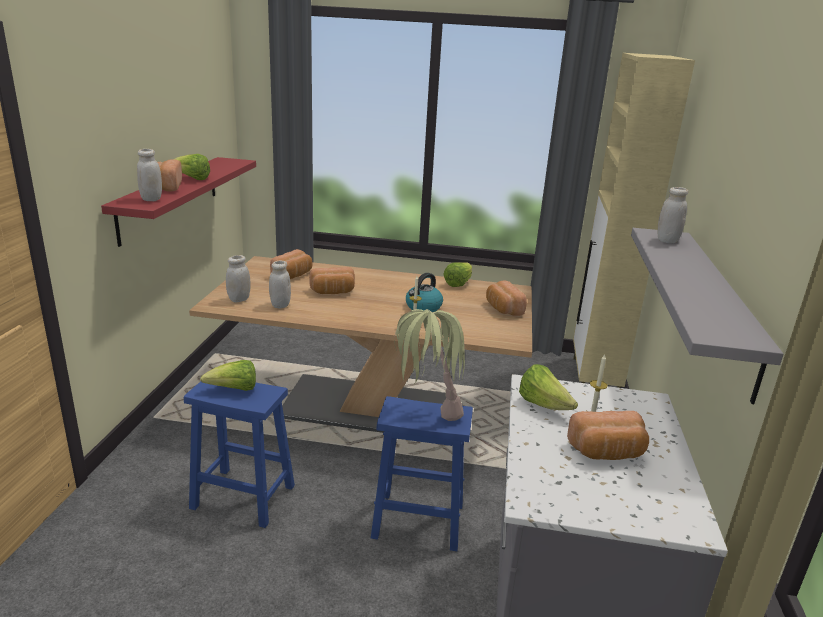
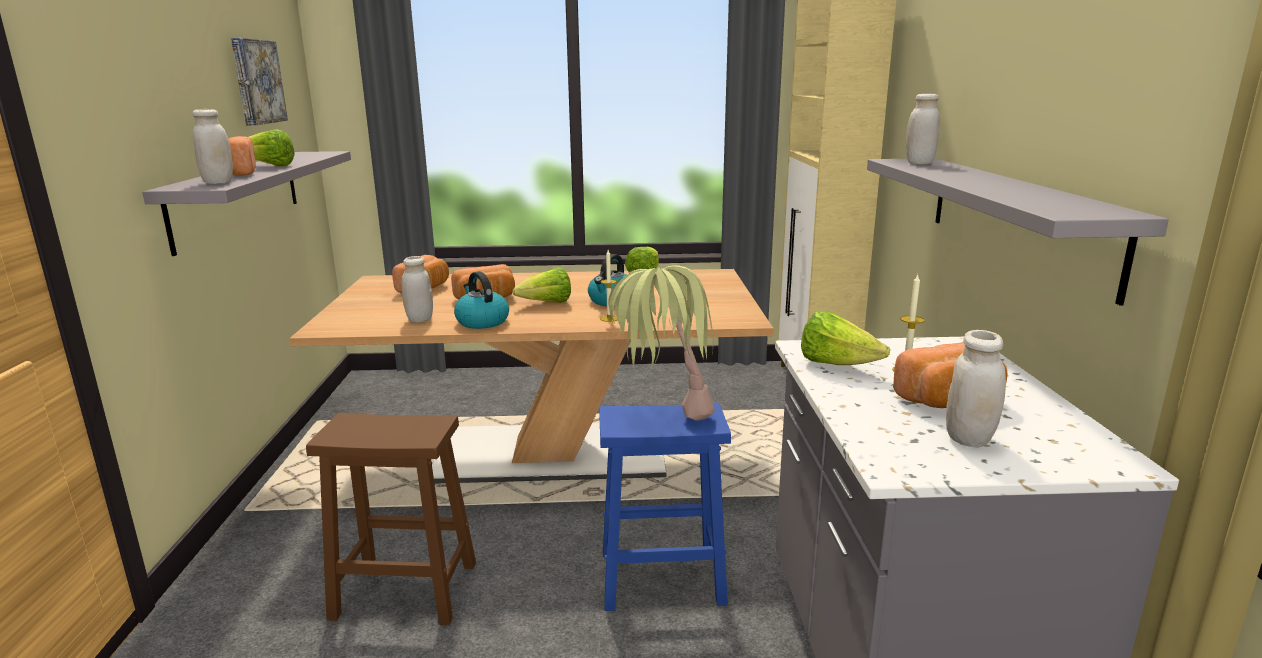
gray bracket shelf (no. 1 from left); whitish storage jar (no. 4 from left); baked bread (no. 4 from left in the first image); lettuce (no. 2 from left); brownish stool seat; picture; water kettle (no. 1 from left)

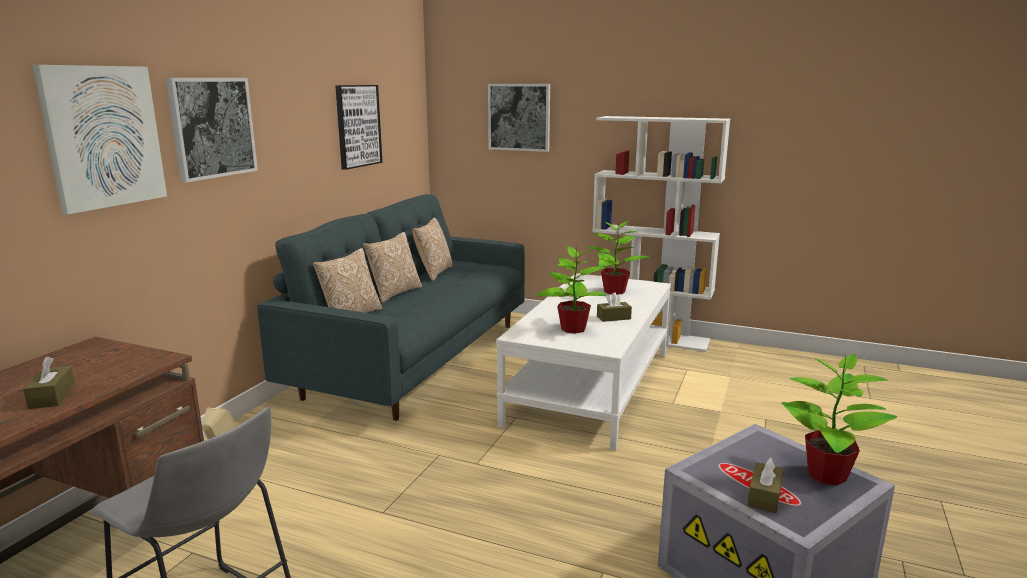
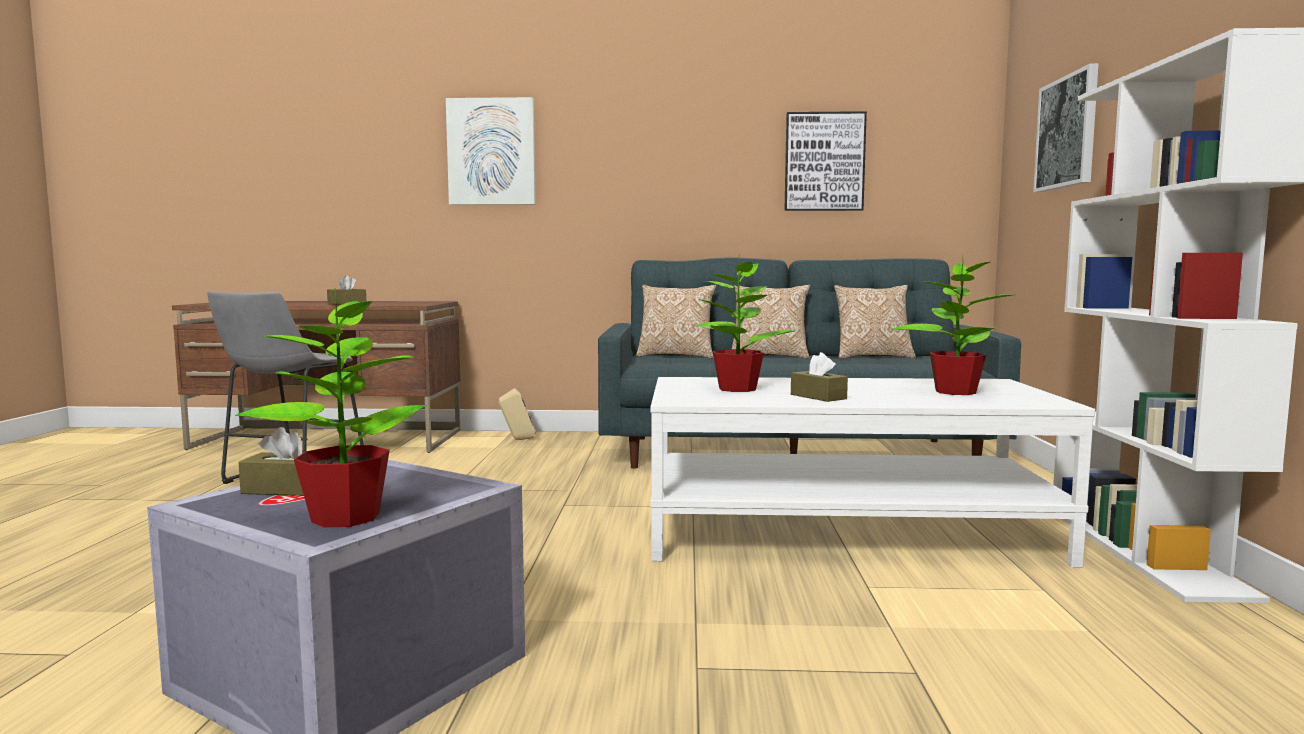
picture (no. 2 from left in the first image)

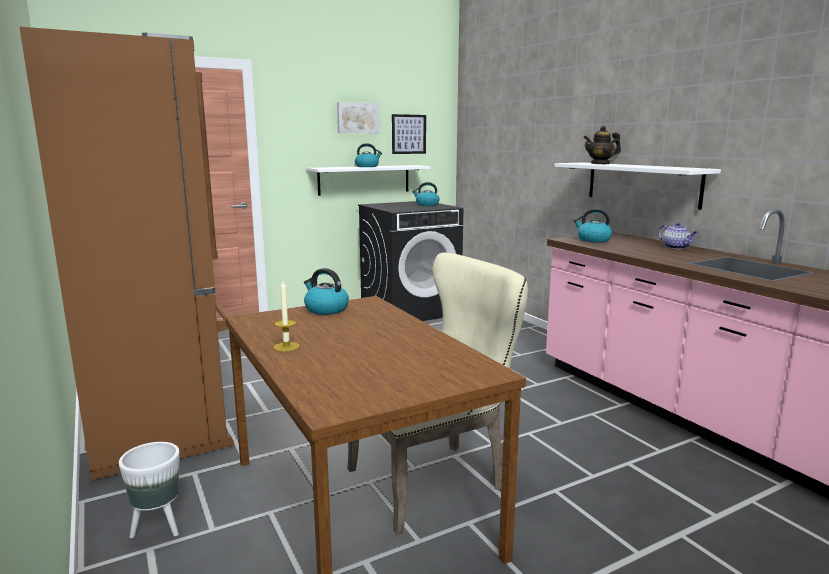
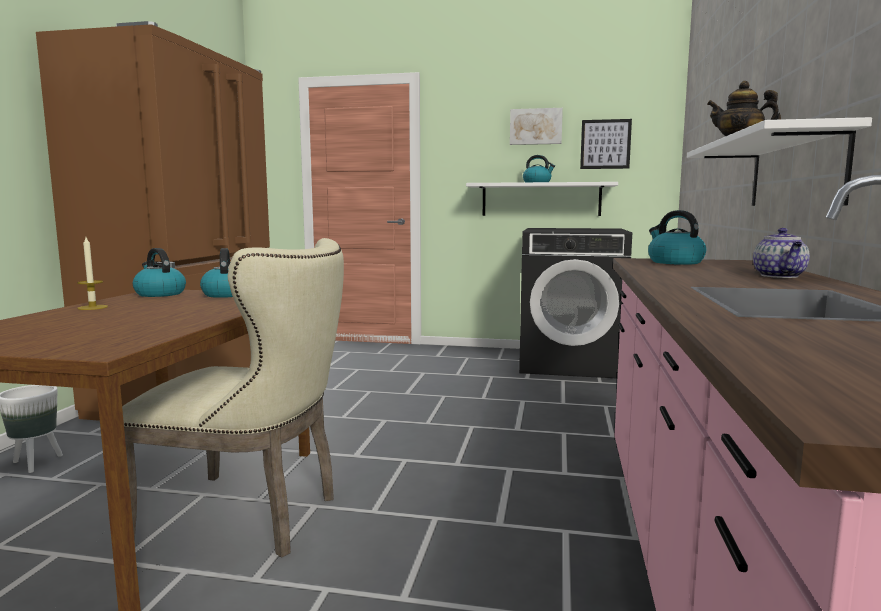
water kettle (no. 1 from left)

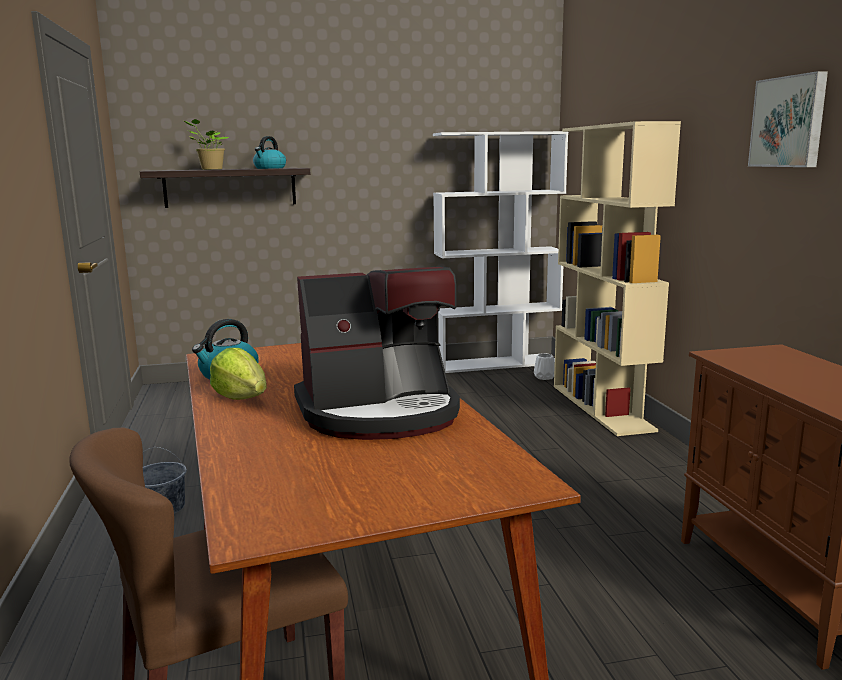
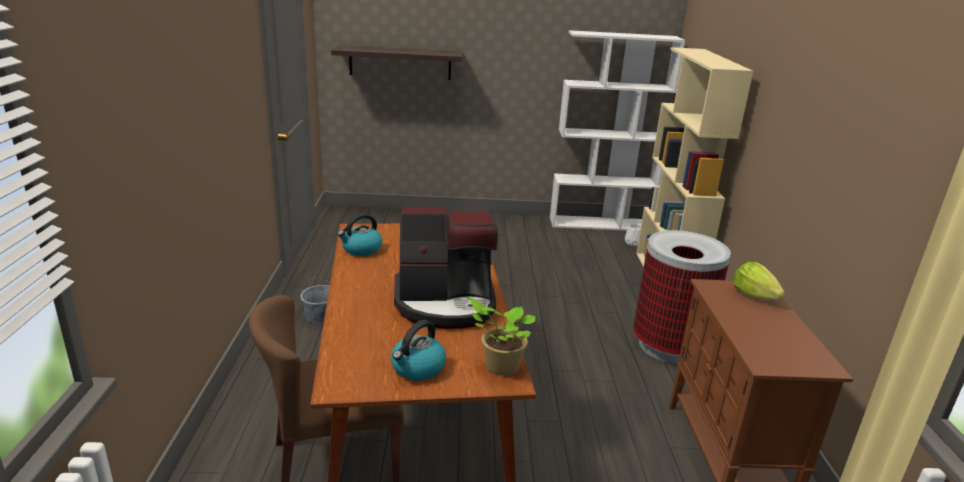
picture; plant in a pot; water kettle (no. 2 from left); lettuce; waste bin

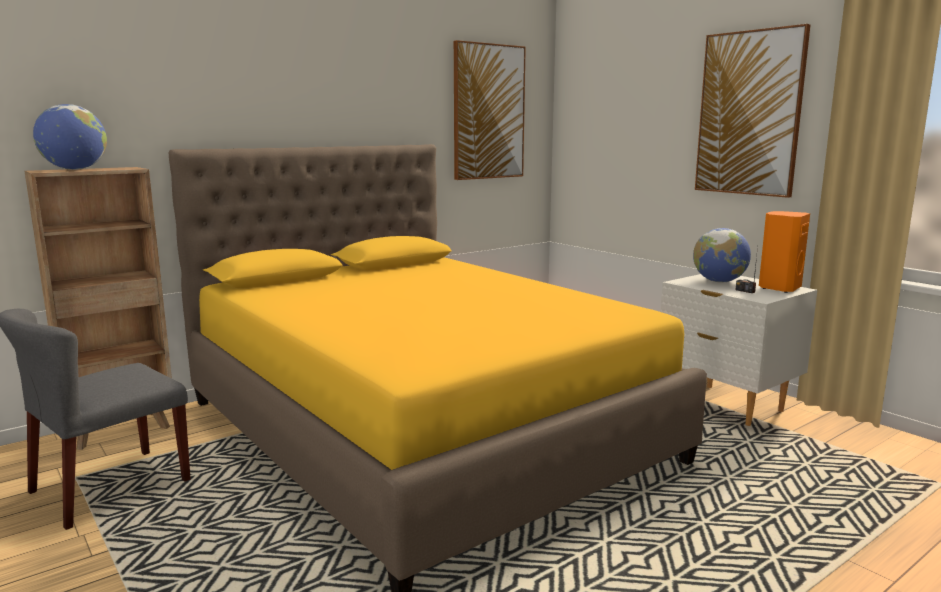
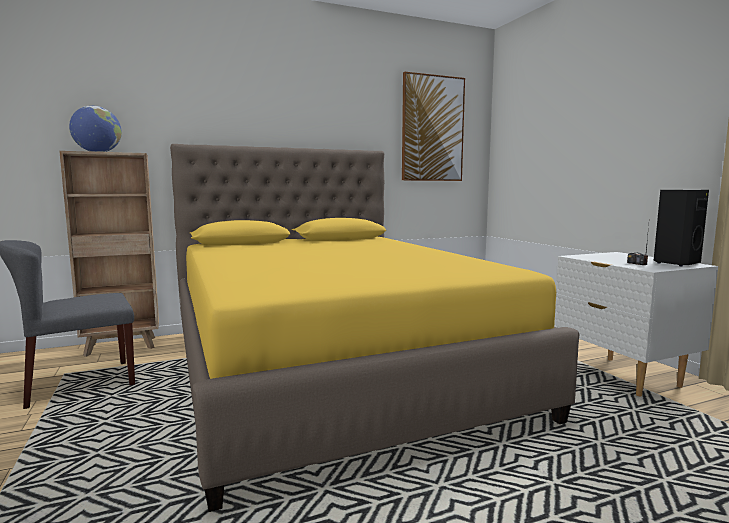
picture (no. 2 from left in the first image); black speaker; desk globe (no. 2 from left in the first image)

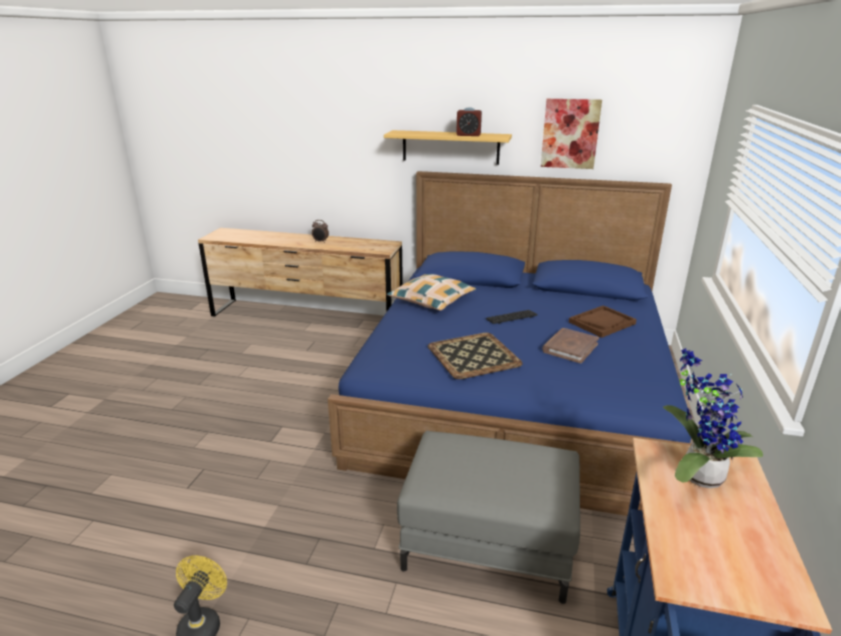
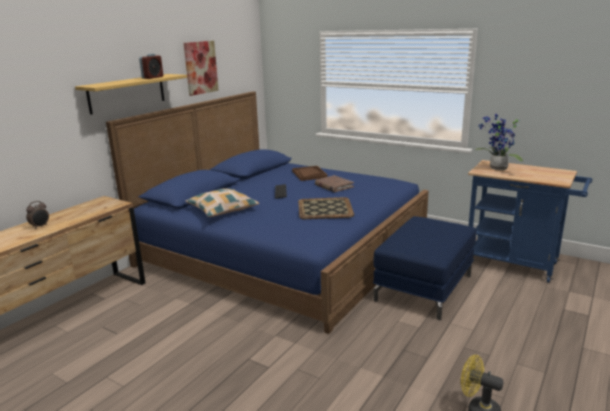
blue footrest

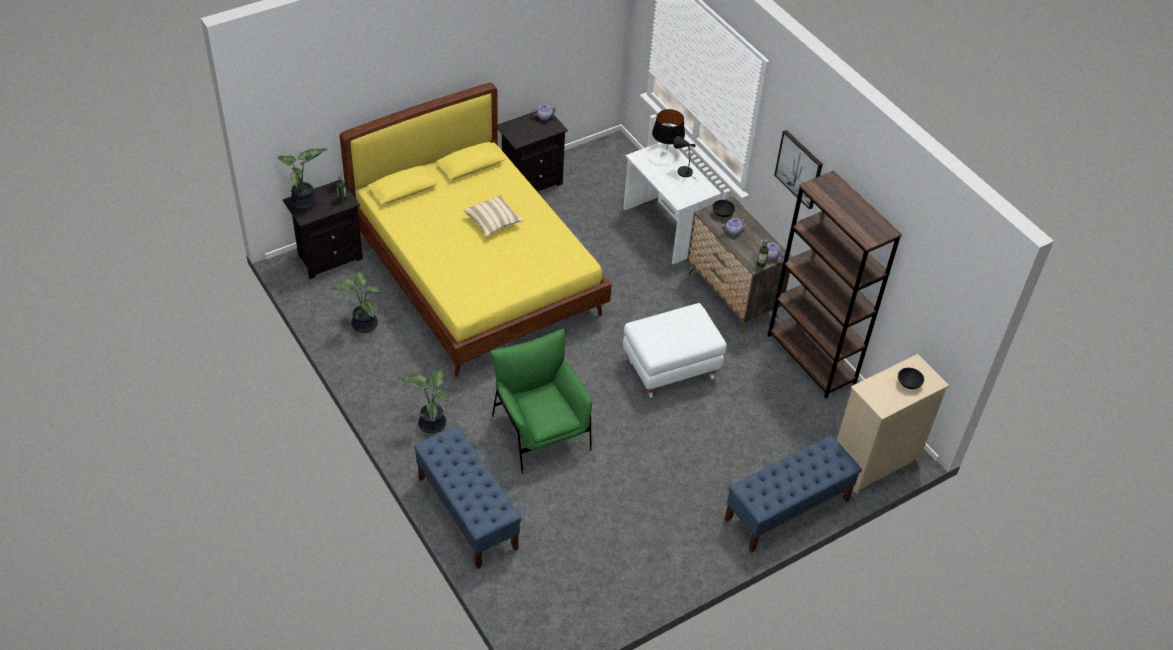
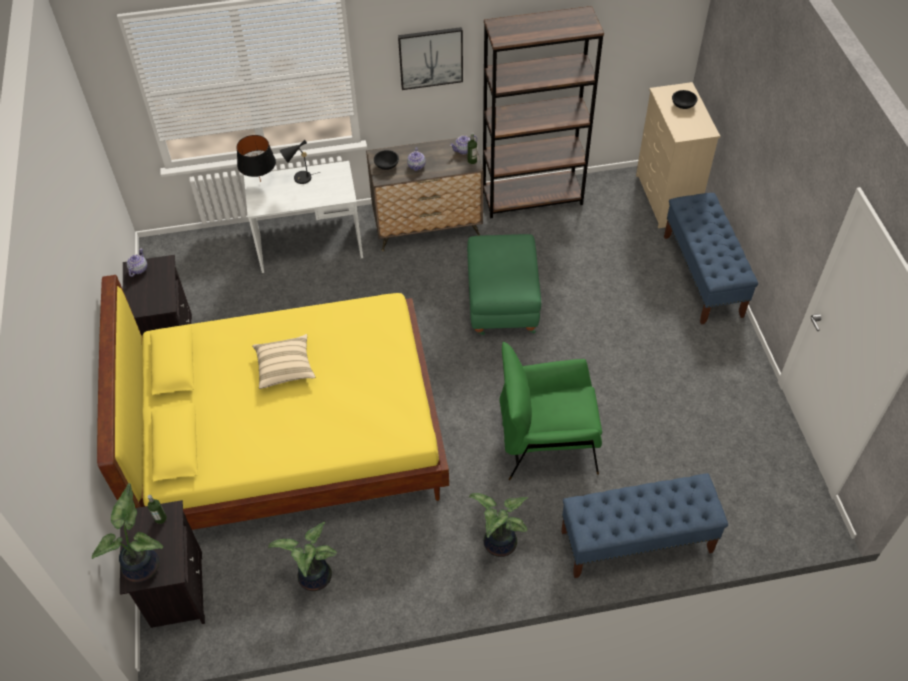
green footrest

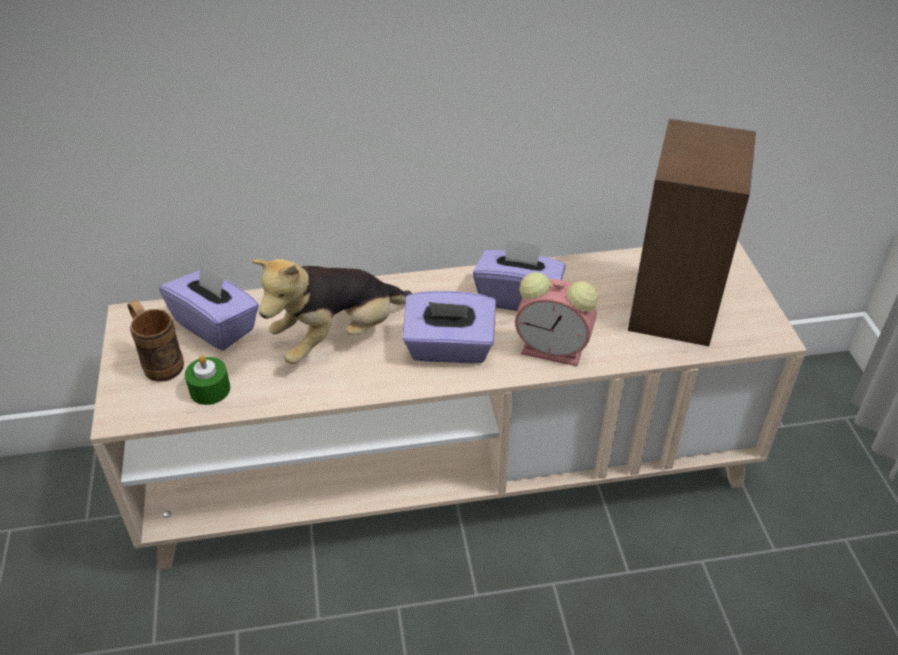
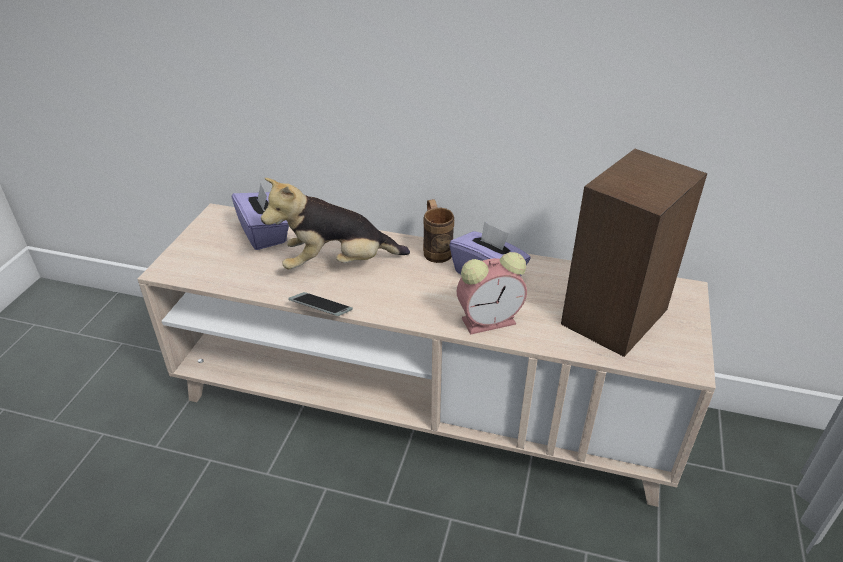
table clock; purple-coloured tissue holder (no. 2 from left in the first image); brownish mug; green wax candle; phone

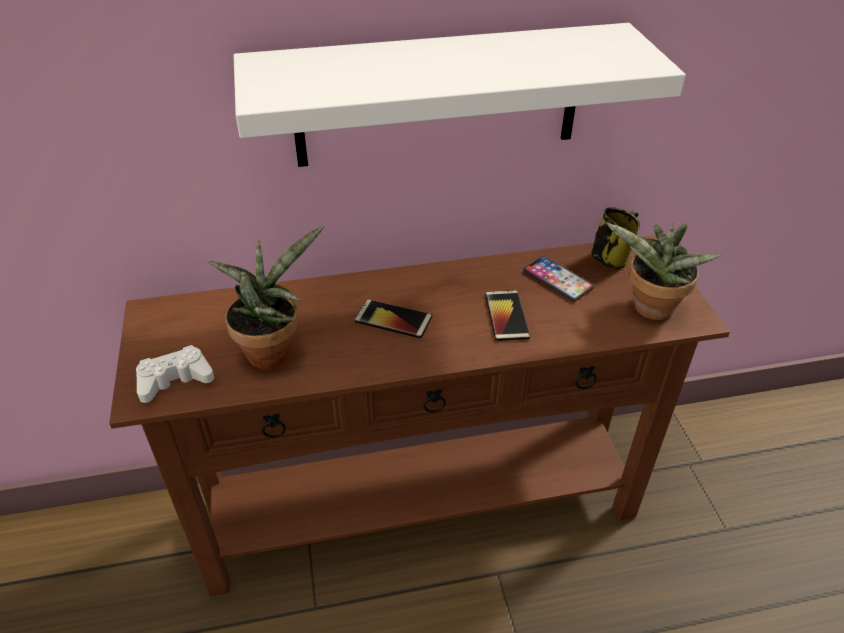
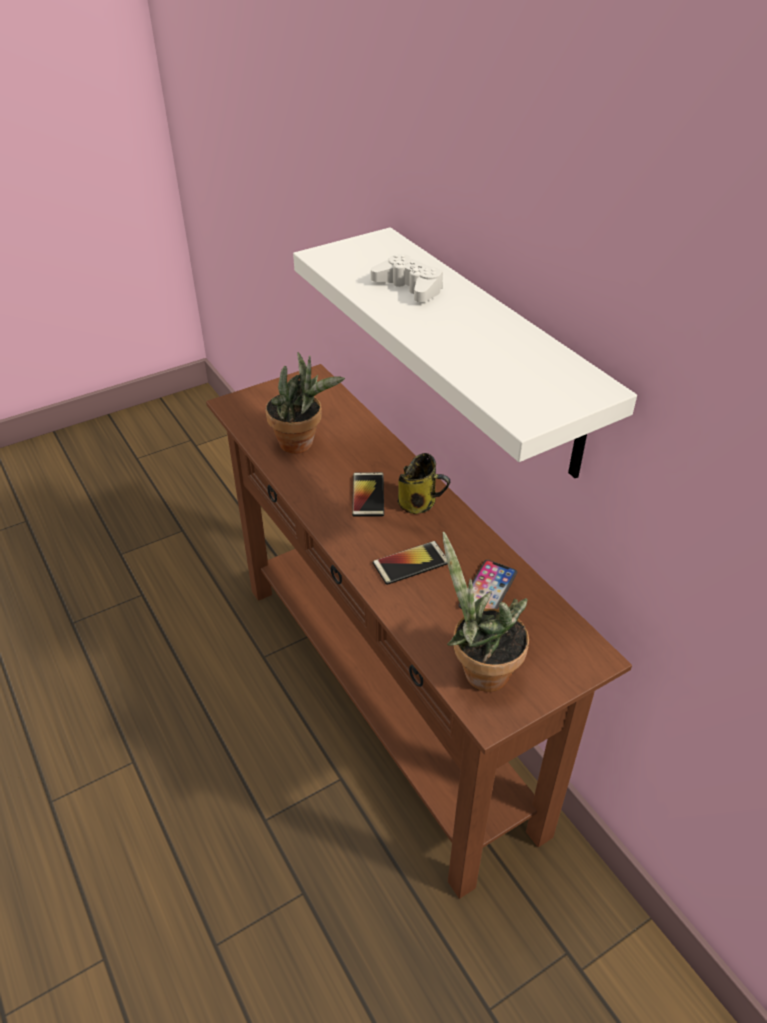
mug; whitish game controller

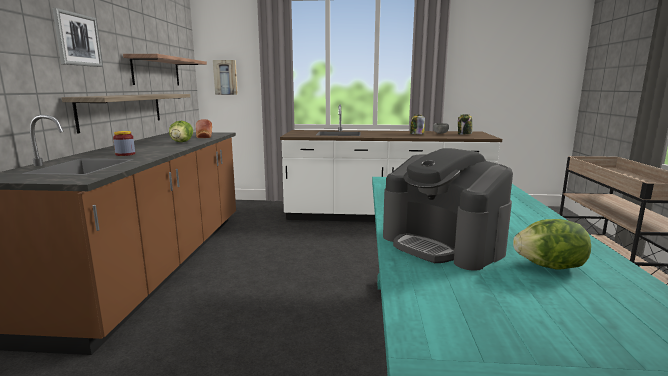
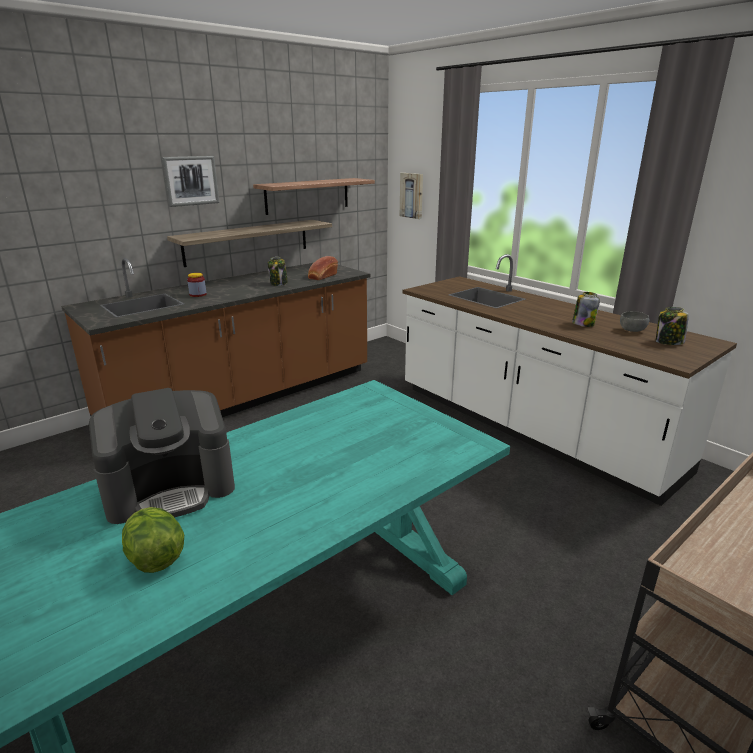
storage jar (no. 2 from left); coffee machine

